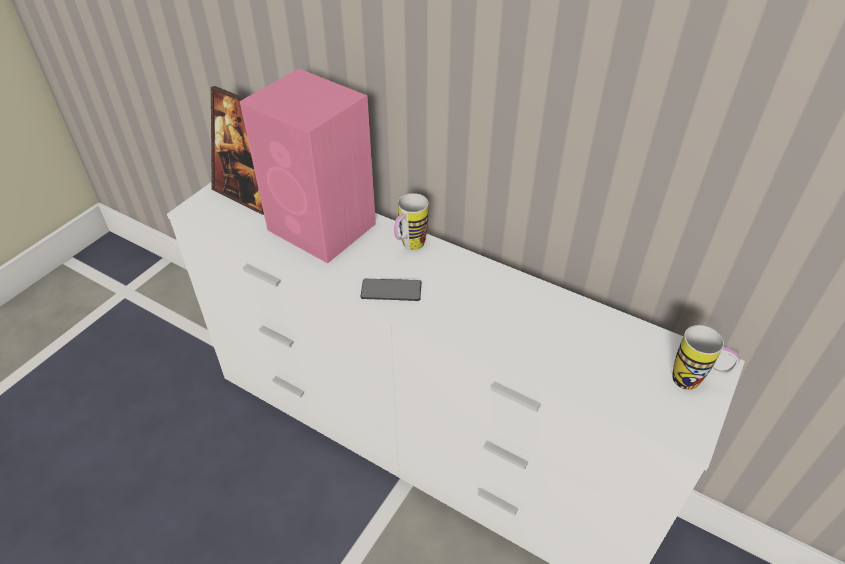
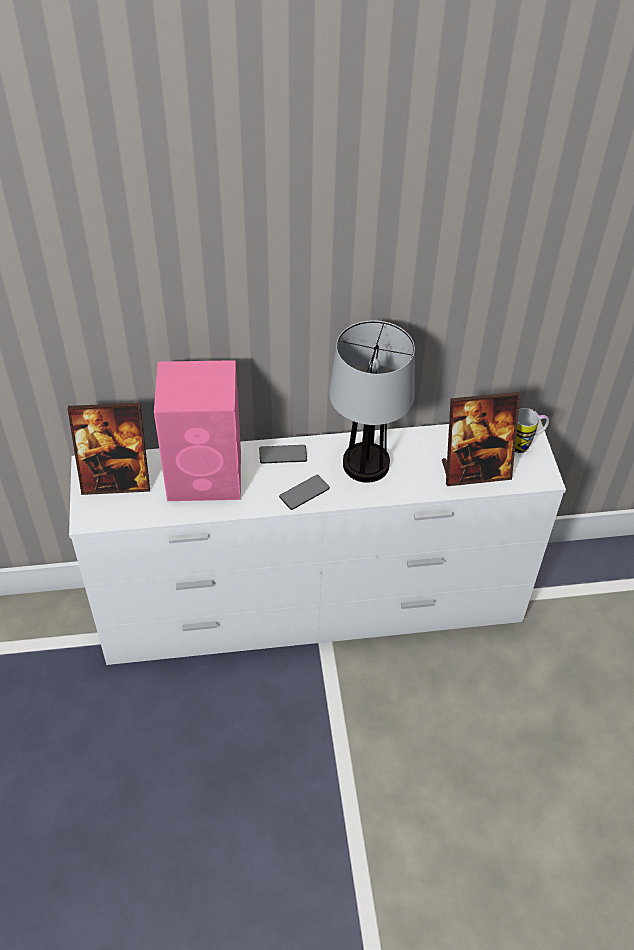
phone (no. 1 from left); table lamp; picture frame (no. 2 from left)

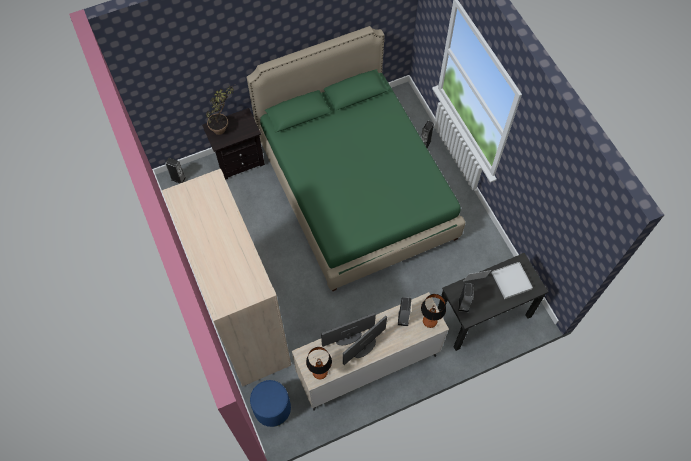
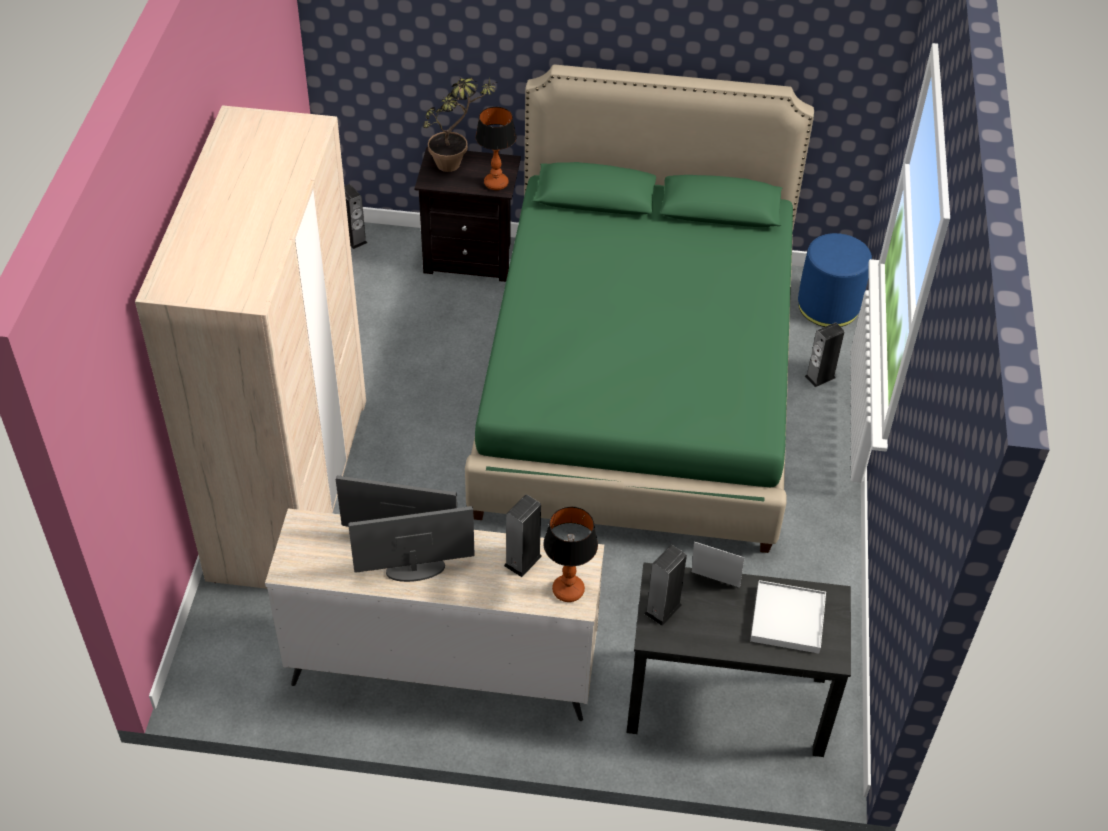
table lamp (no. 1 from left); blue footrest

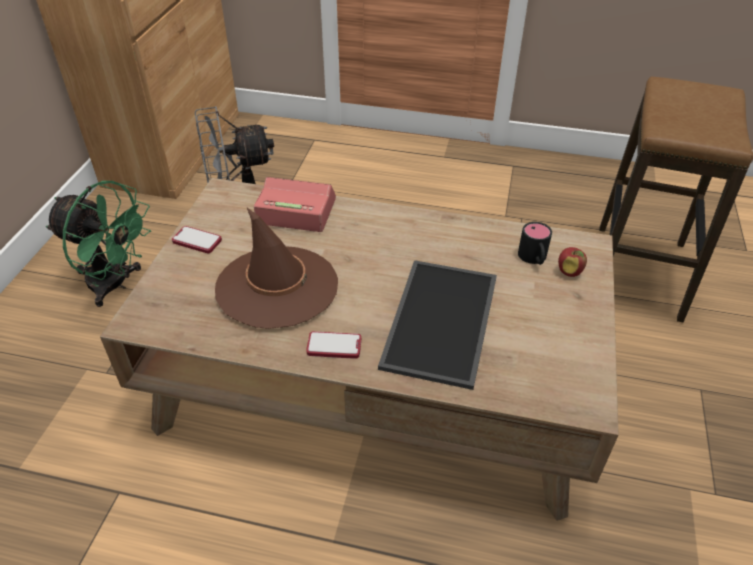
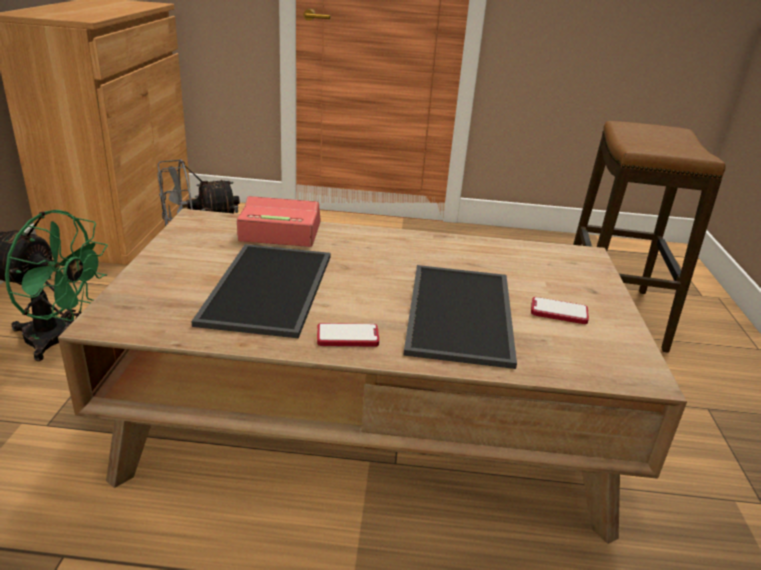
serving tray (no. 1 from left); black mug; phone (no. 2 from left); apple fruit

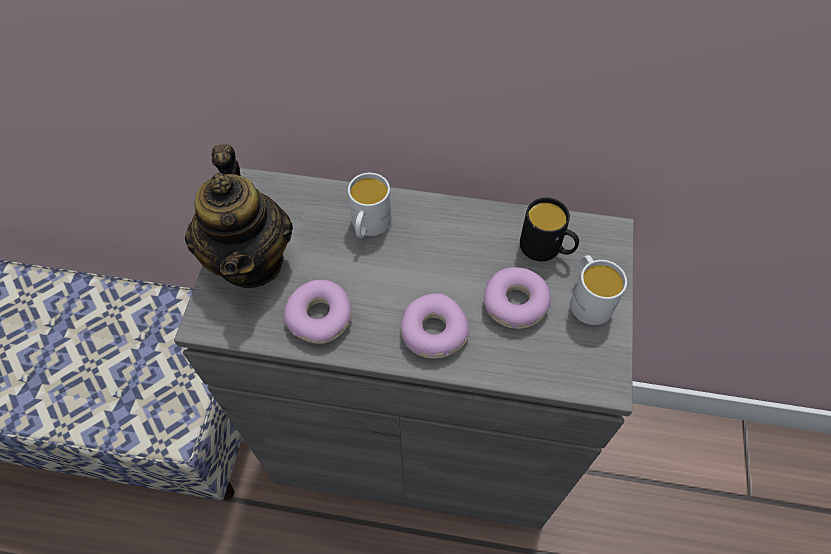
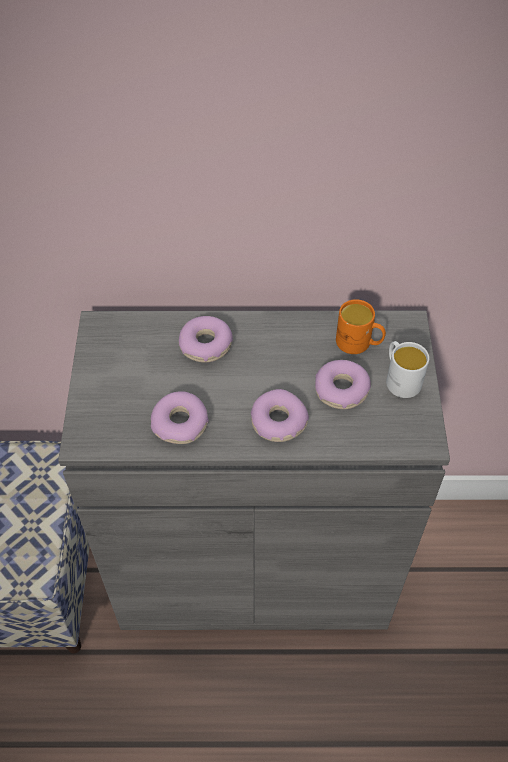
teapot; donut (no. 2 from left); orange-coloured mug

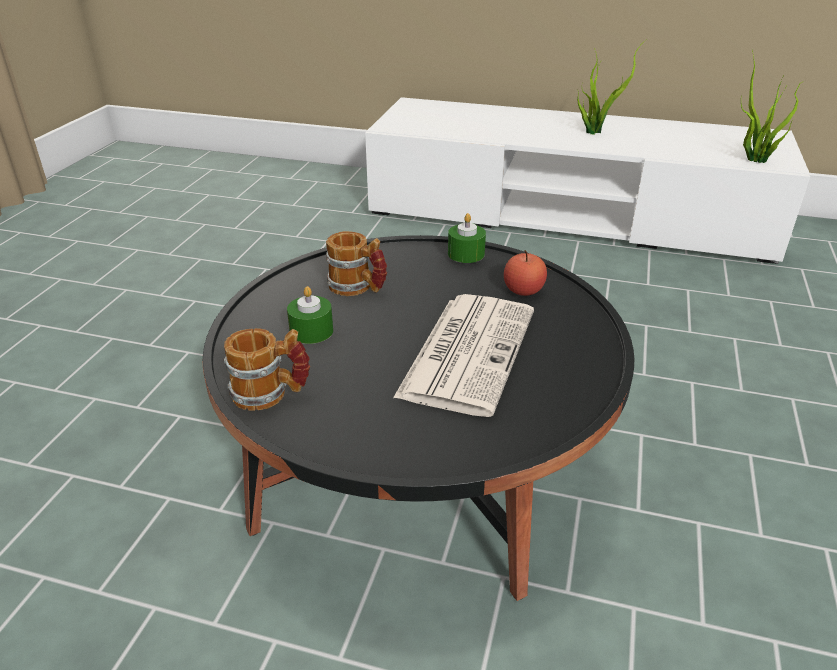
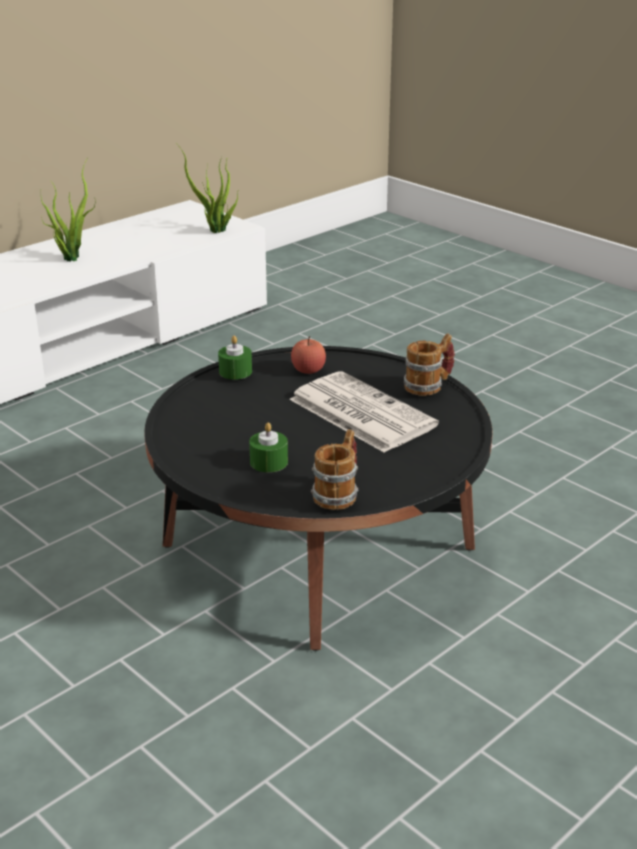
mug (no. 2 from left)

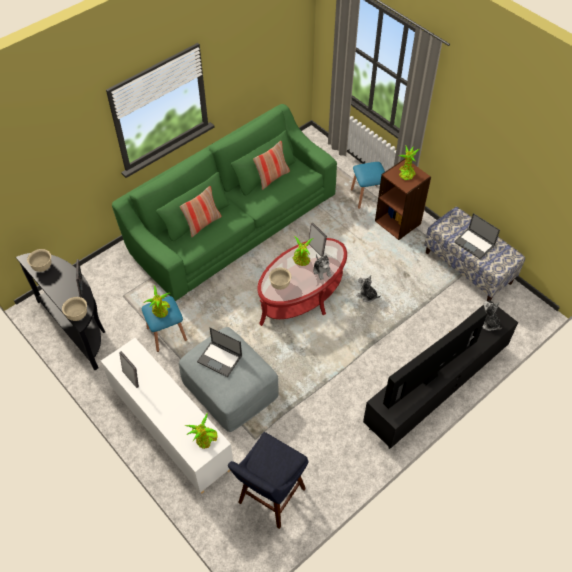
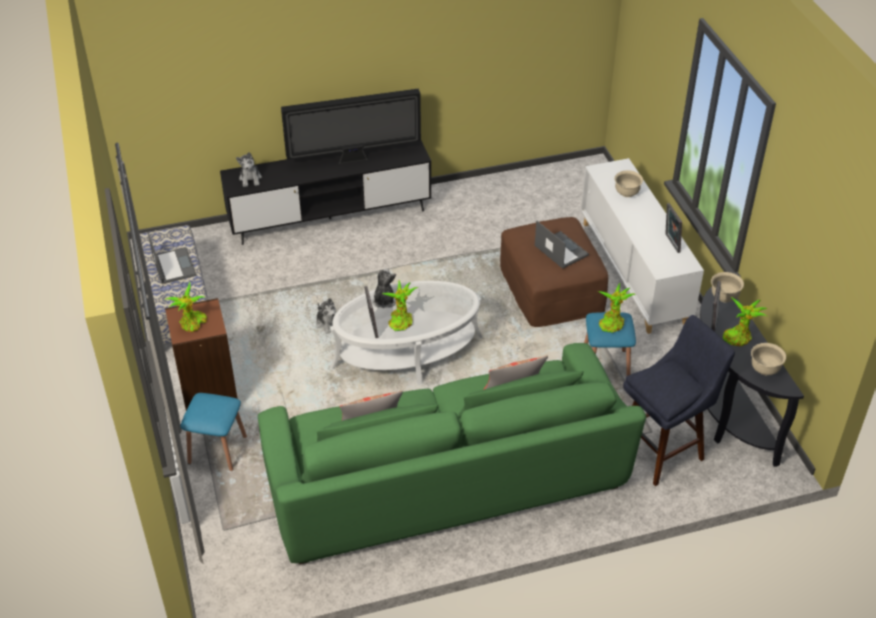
whitish low table; beige-coloured bowl (no. 1 from left); brownish footrest; plant in a pot (no. 4 from left); blue stool seat (no. 3 from left)

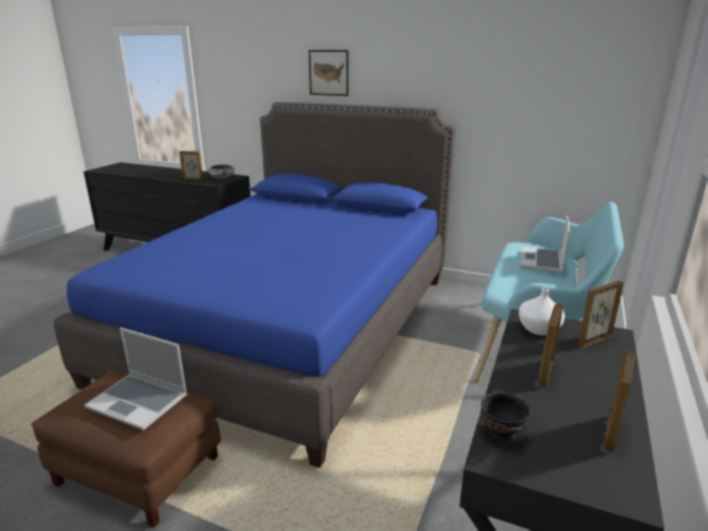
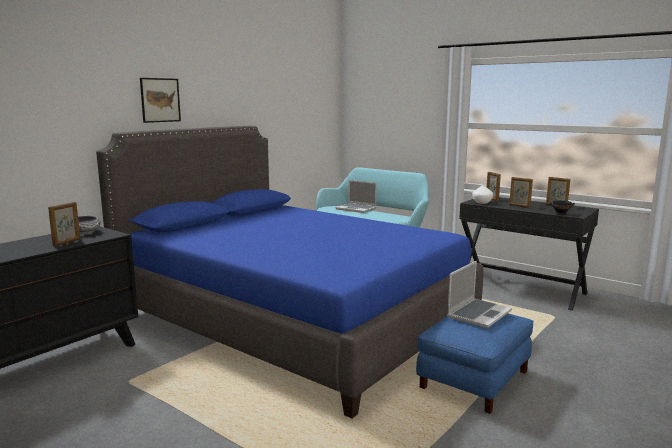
blue footrest

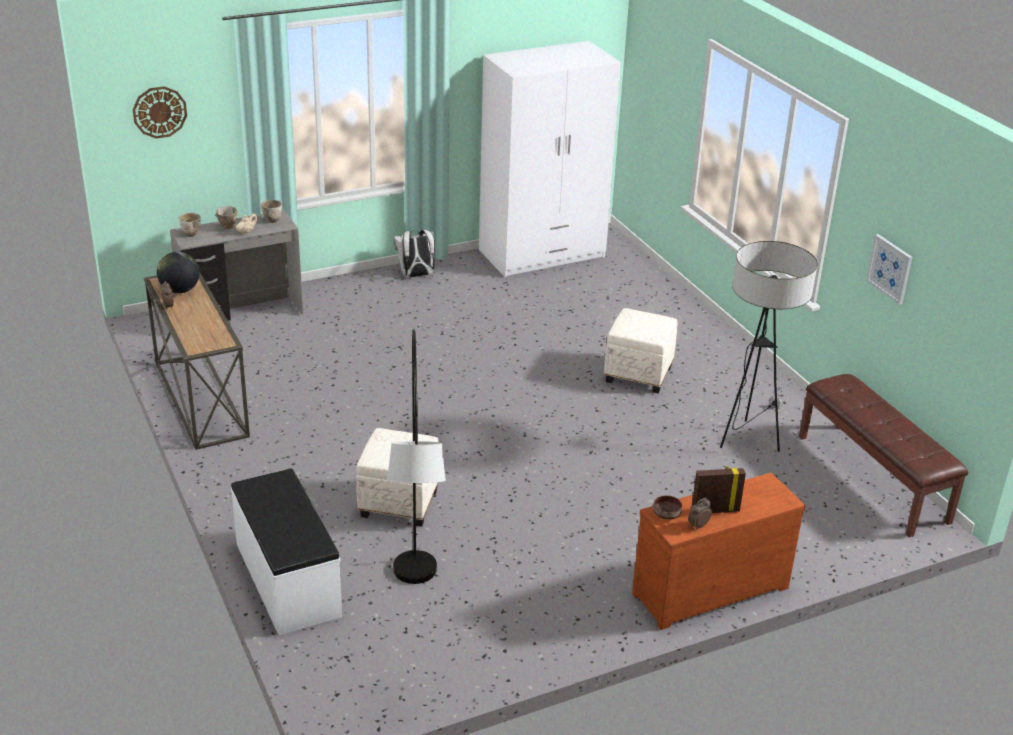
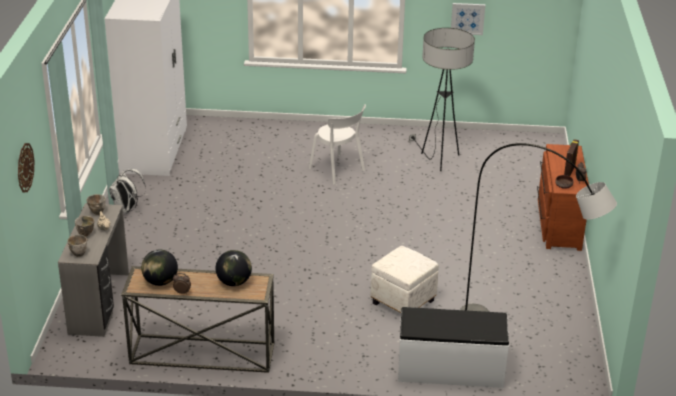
whitish chair; brownish long seat; desk globe (no. 2 from left)

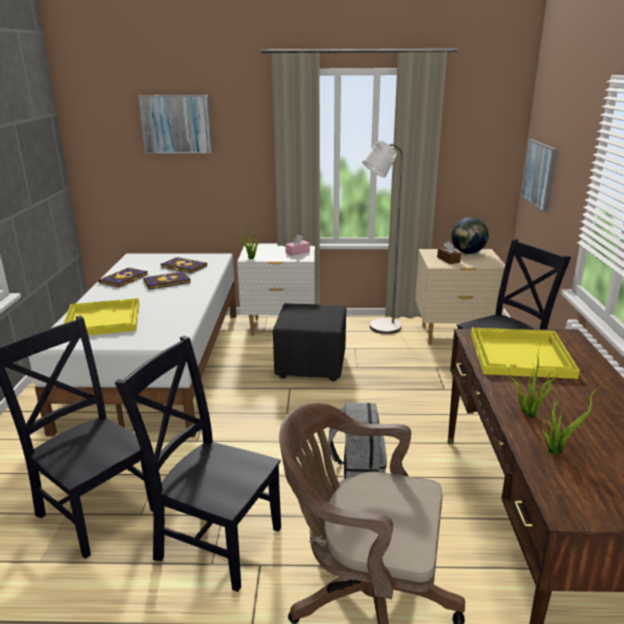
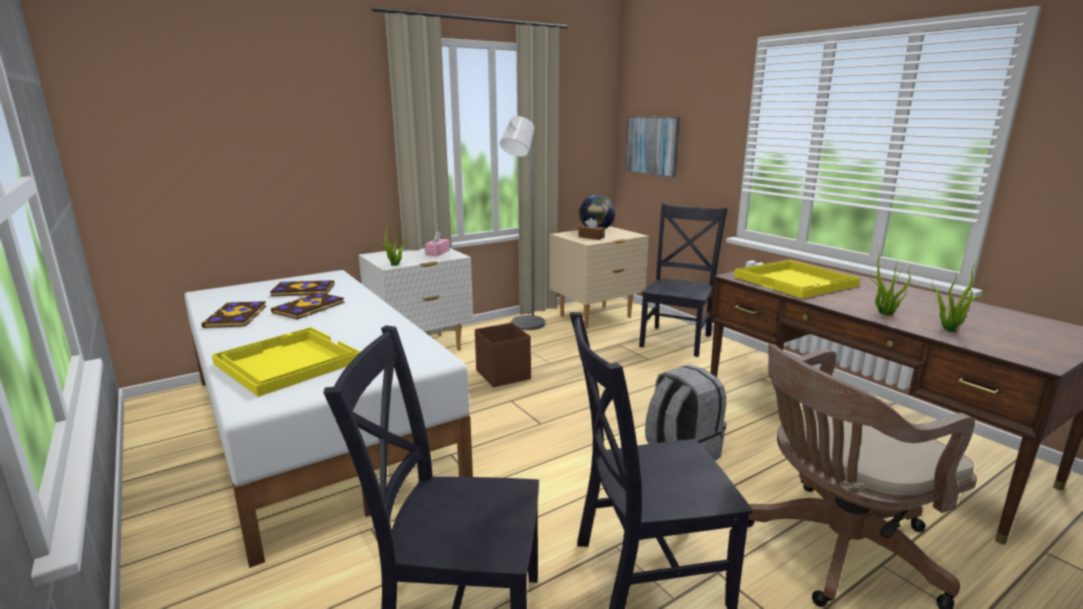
picture (no. 1 from left in the first image); brownish storage box

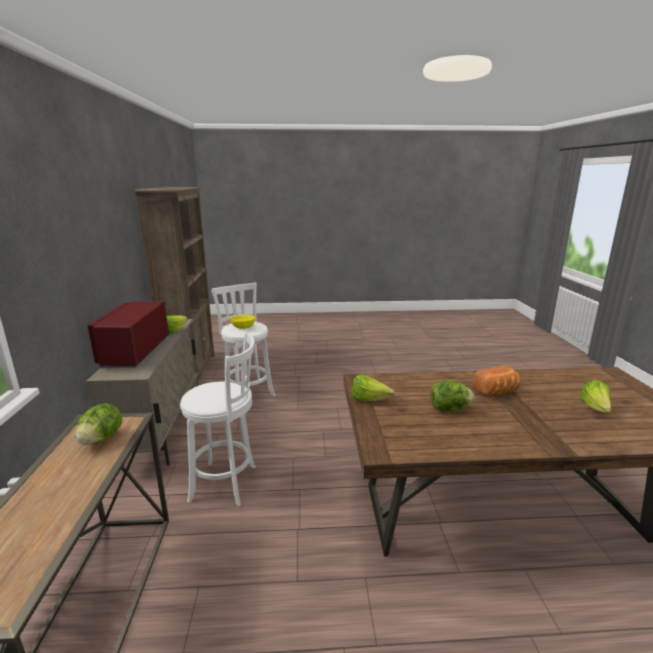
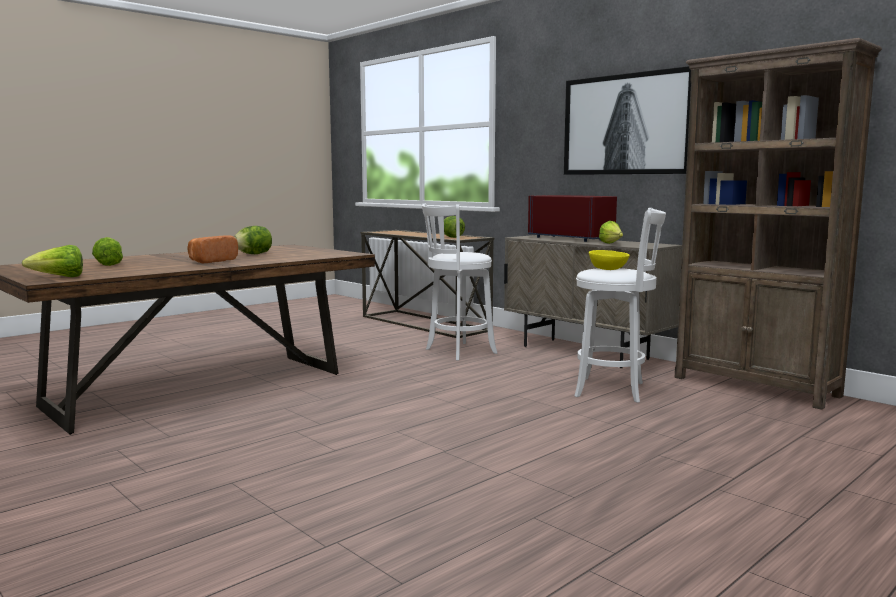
lettuce (no. 1 from left); picture

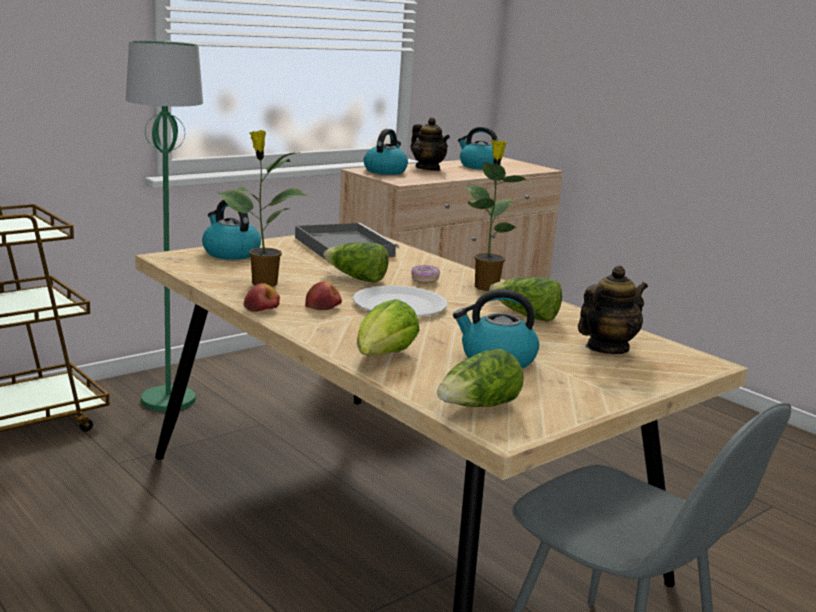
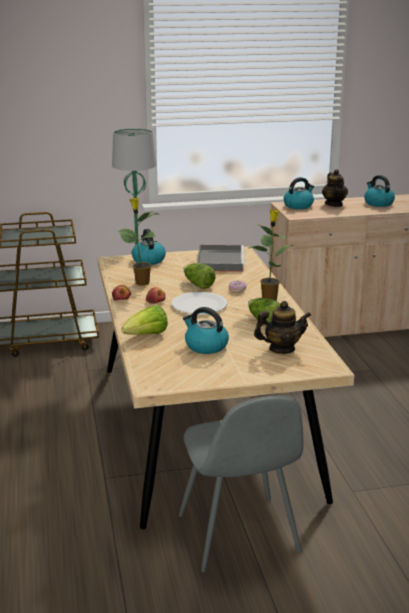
lettuce (no. 3 from left in the first image)

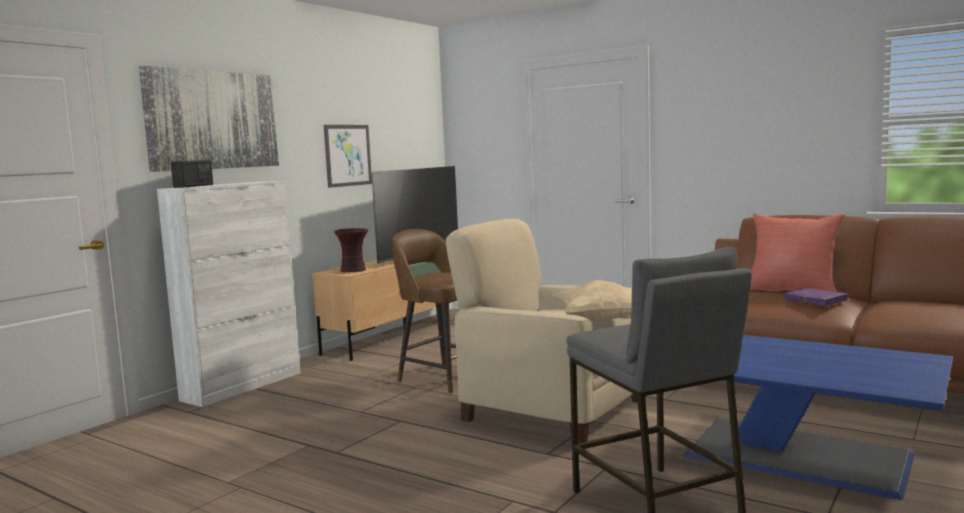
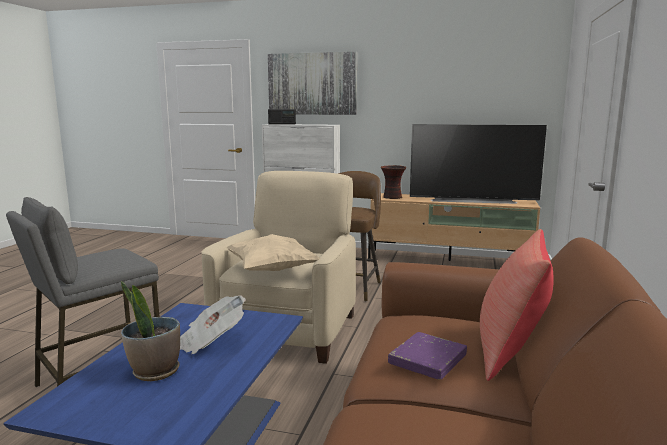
picture (no. 2 from left in the first image); plant in a pot; daily paper

